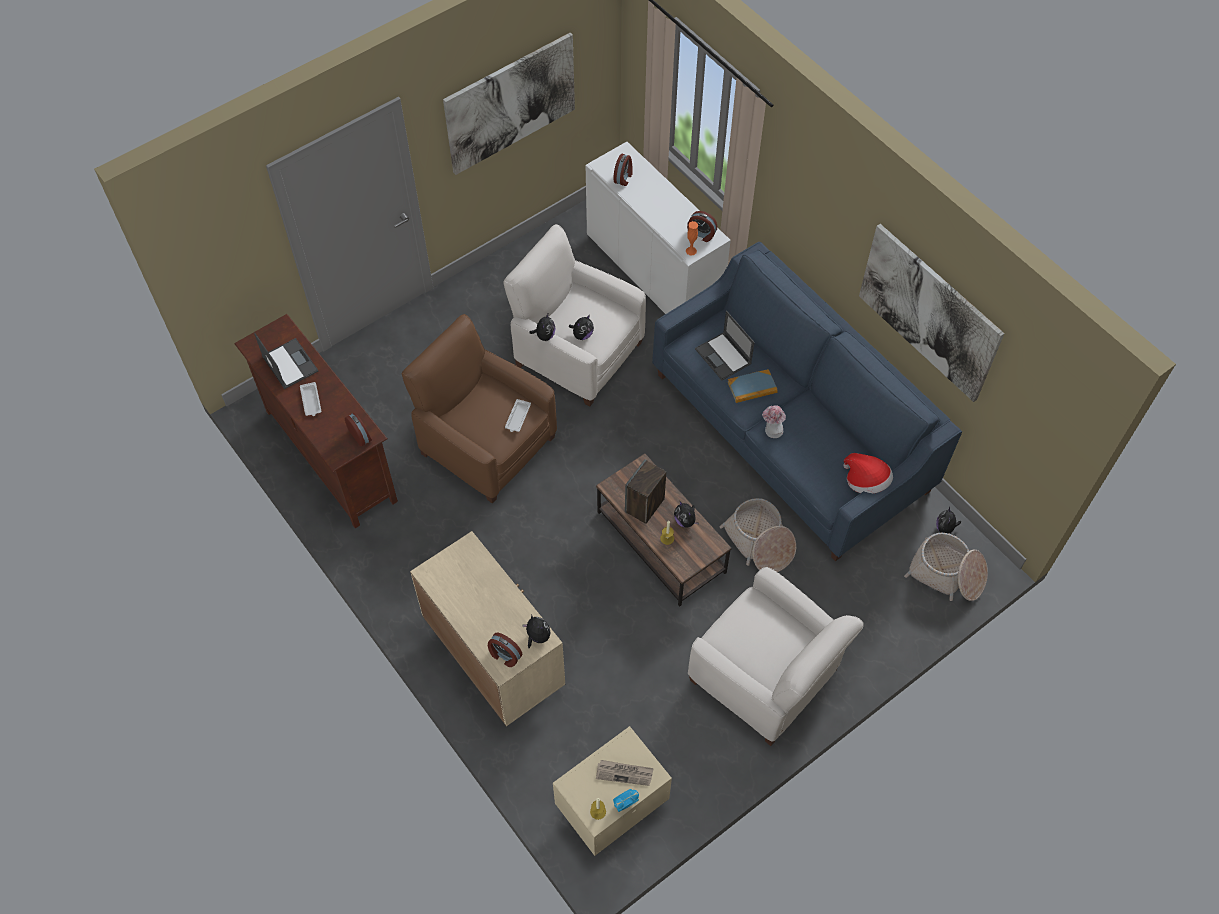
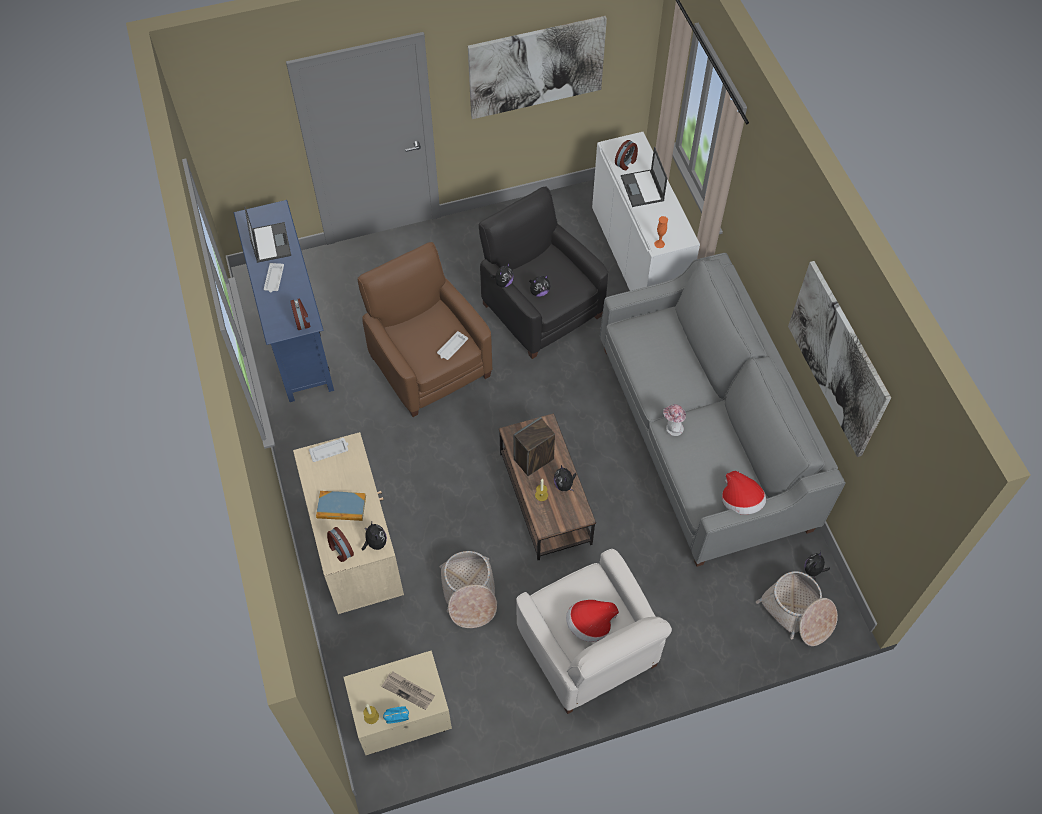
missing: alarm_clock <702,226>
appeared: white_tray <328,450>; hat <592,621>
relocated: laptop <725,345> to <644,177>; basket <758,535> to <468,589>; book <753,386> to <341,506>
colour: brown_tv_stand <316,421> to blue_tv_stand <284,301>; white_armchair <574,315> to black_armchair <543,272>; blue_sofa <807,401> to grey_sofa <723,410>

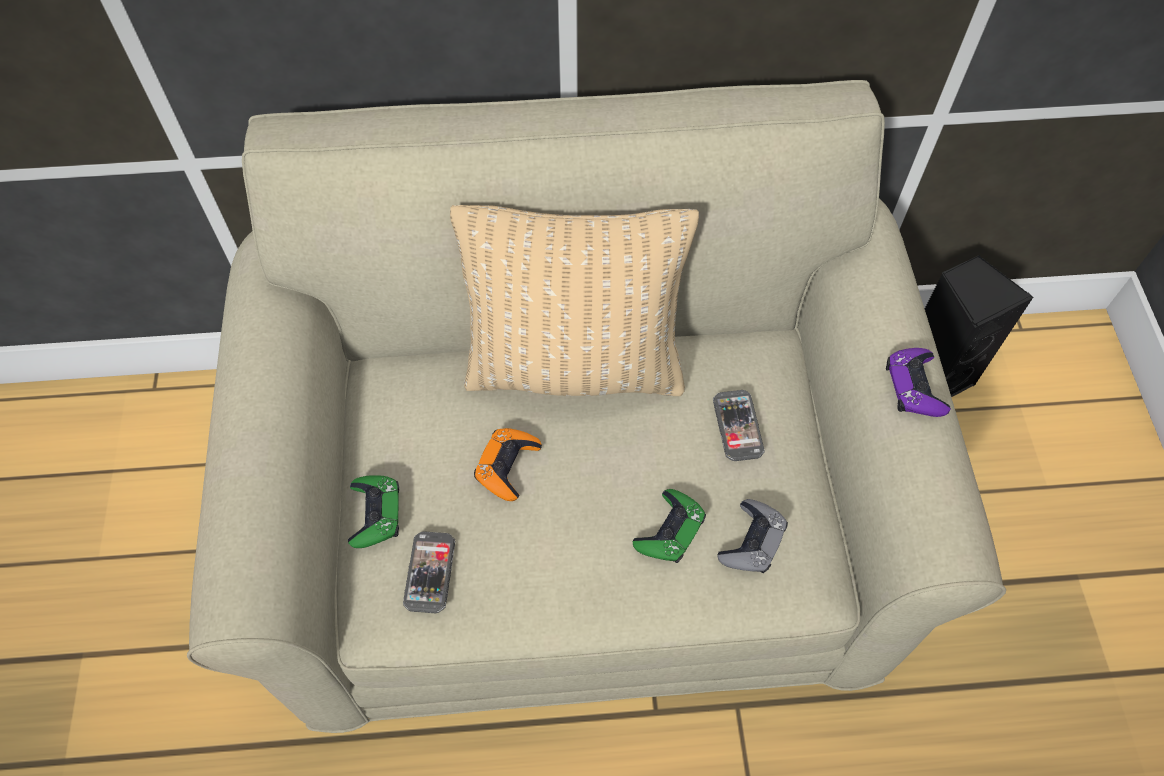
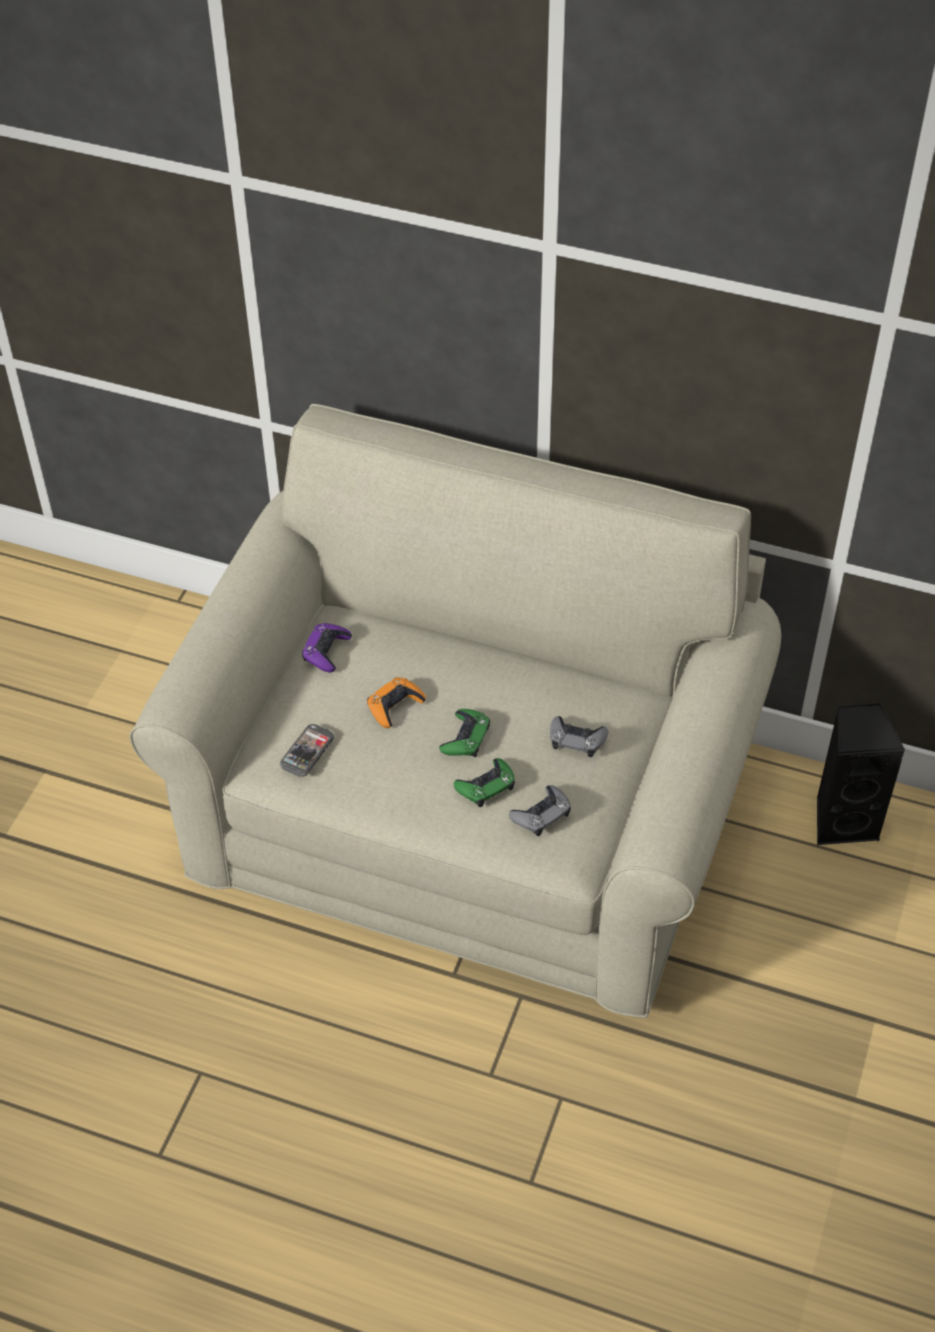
missing: beige_pillow <574,300>
relocated: green_game_controller <373,511> to <464,733>; purple_game_controller <918,382> to <327,647>
exchanged: phone <739,425> to grey_game_controller <579,736>

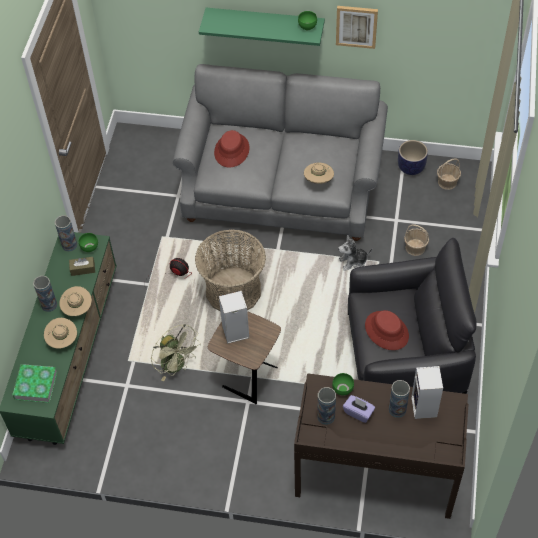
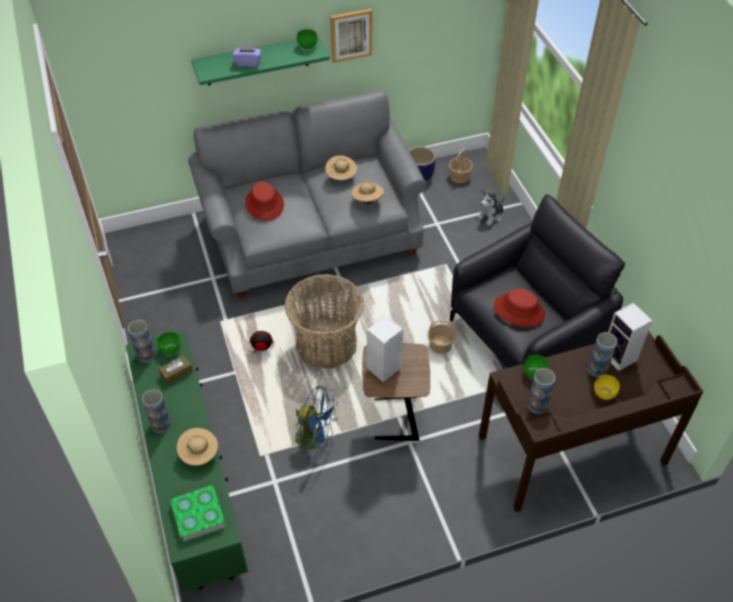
appeared: yellow_bowl <607,387>
relocated: beige_hat <75,301> to <341,167>; plush_toy <355,253> to <491,207>; purple_tissue_box <359,409> to <247,55>; basket <416,240> to <442,337>
colour: green_fan <176,352> to blue_fan <314,423>

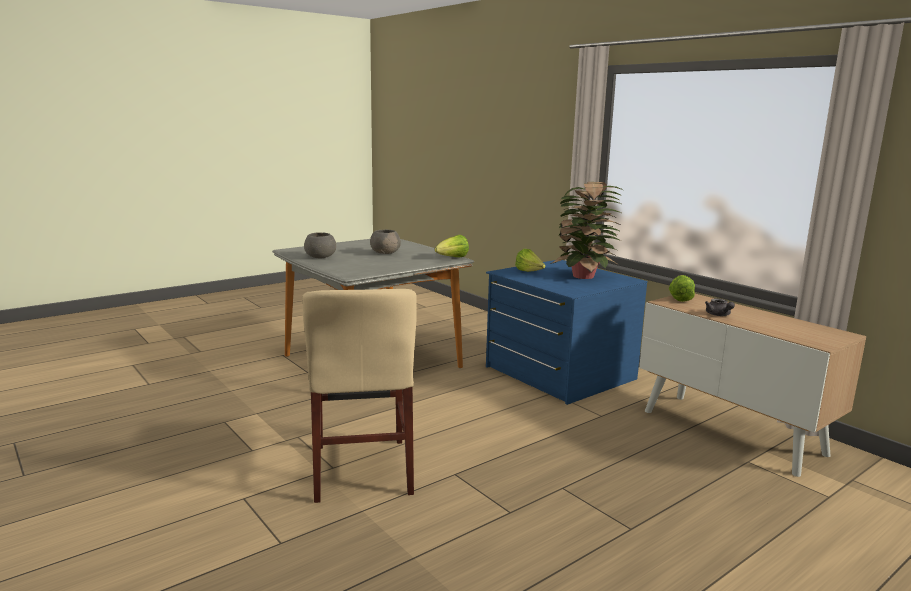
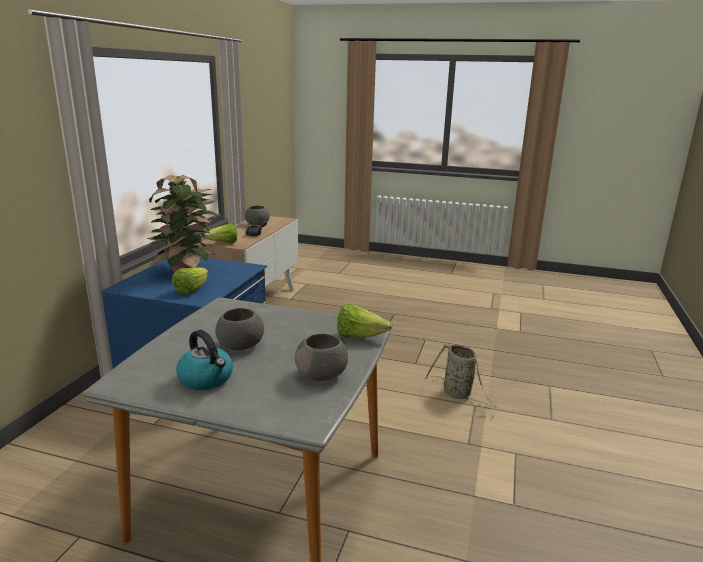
appeared: kettle <204,360>; grey_bowl <257,216>
relocated: lettuce <452,246> to <364,321>
exchanged: beige_chair <359,396> to basket <461,376>

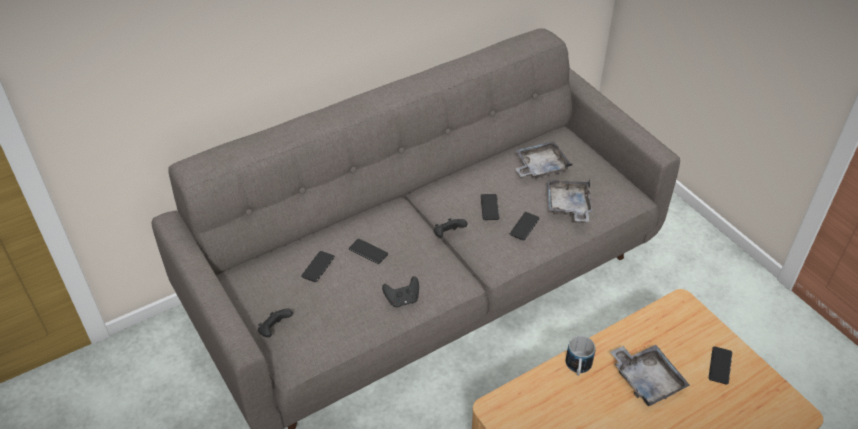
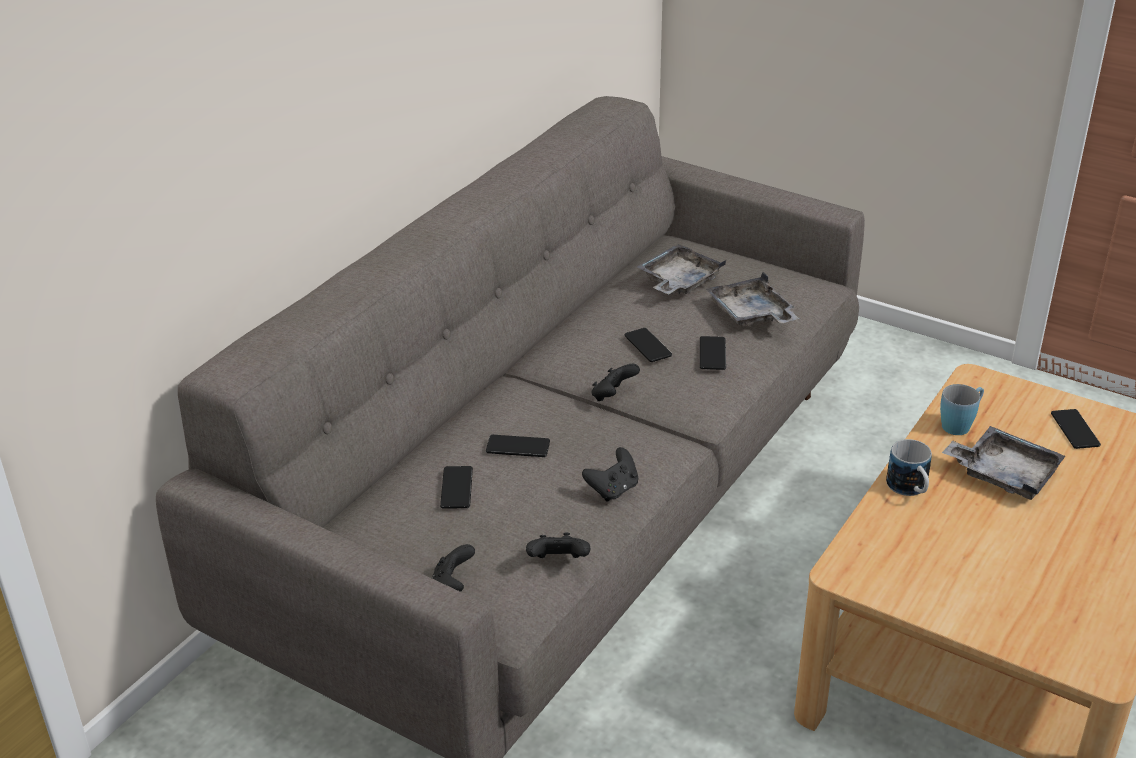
appeared: black_game_controller <558,545>; blue_mug <962,409>

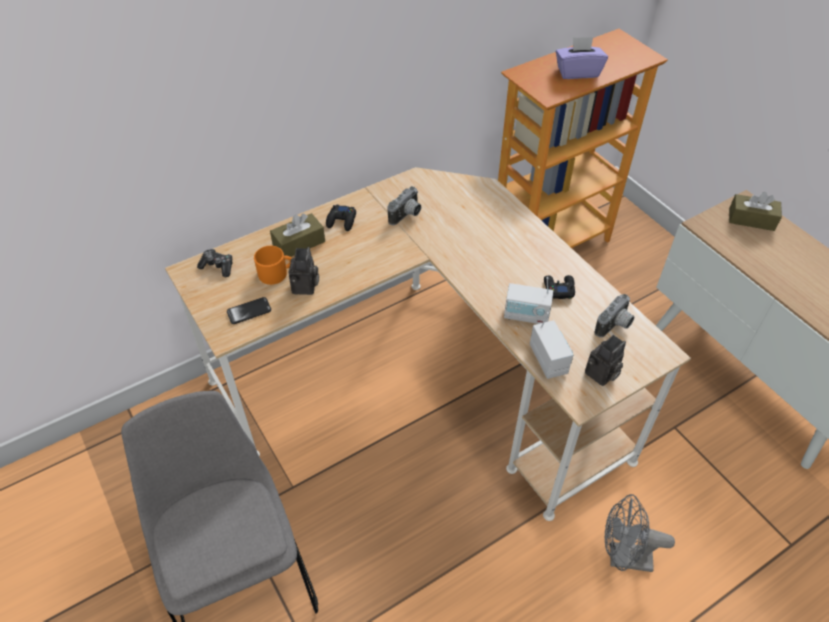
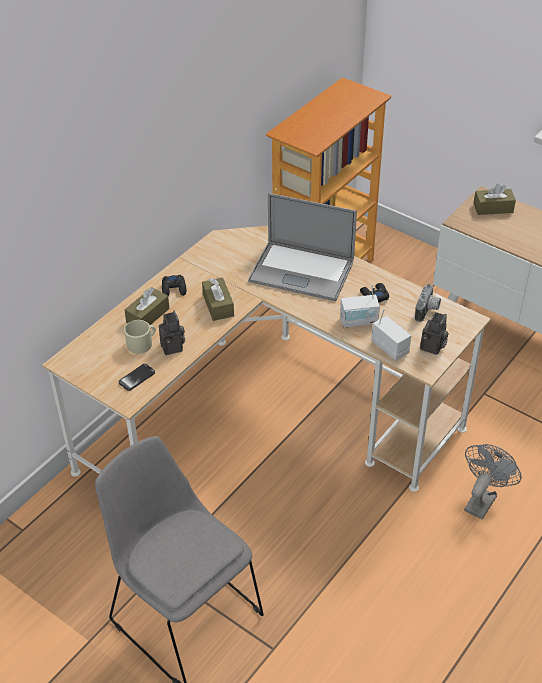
missing: game_controller <215,263>; photo_camera <404,205>; purple_tissue_box <582,58>
appeared: brown_tissue_box <218,299>; laptop <302,247>
colour: orange_mug <273,265> to beige_mug <140,337>
spun: grey_fan <640,533> = <493,481> 135 degrees clockwise

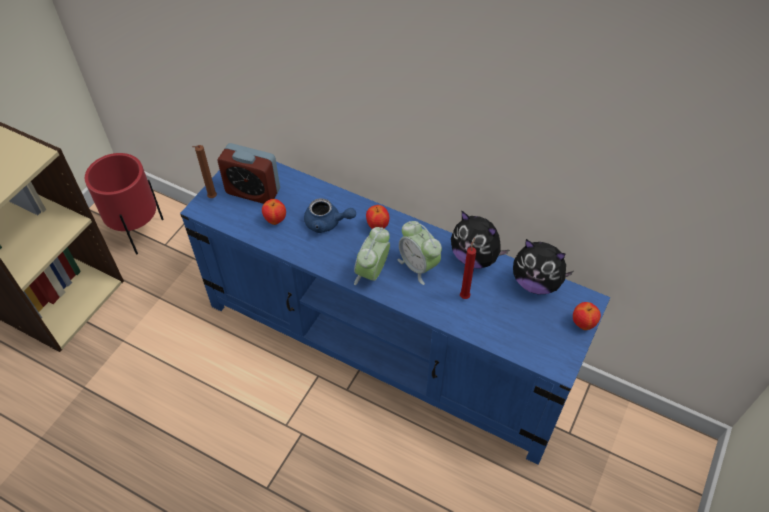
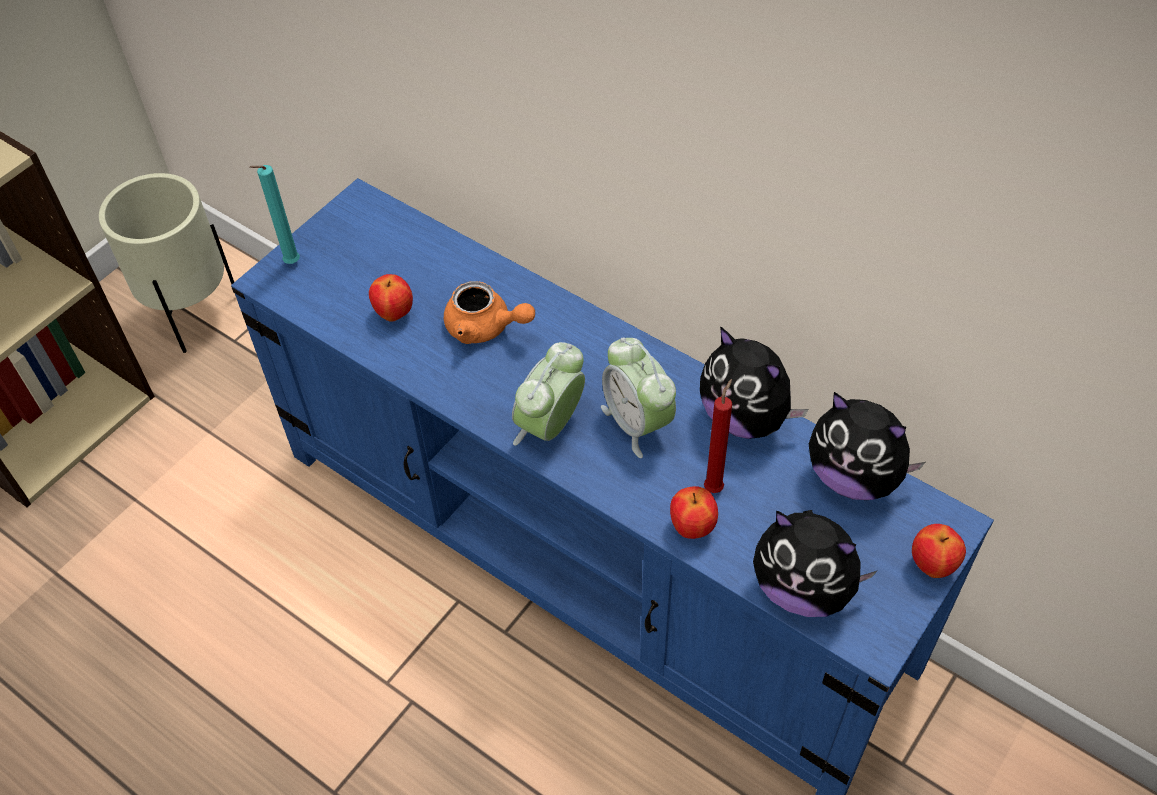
missing: alarm_clock <249,173>
appeared: plush_toy <815,563>
relocated: apple <377,217> to <694,512>
colour: red_planter <124,204> to beige_planter <166,263>; brown_candle <204,171> to turquoise_candle <274,214>; blue_teapot <330,215> to orange_teapot <489,312>

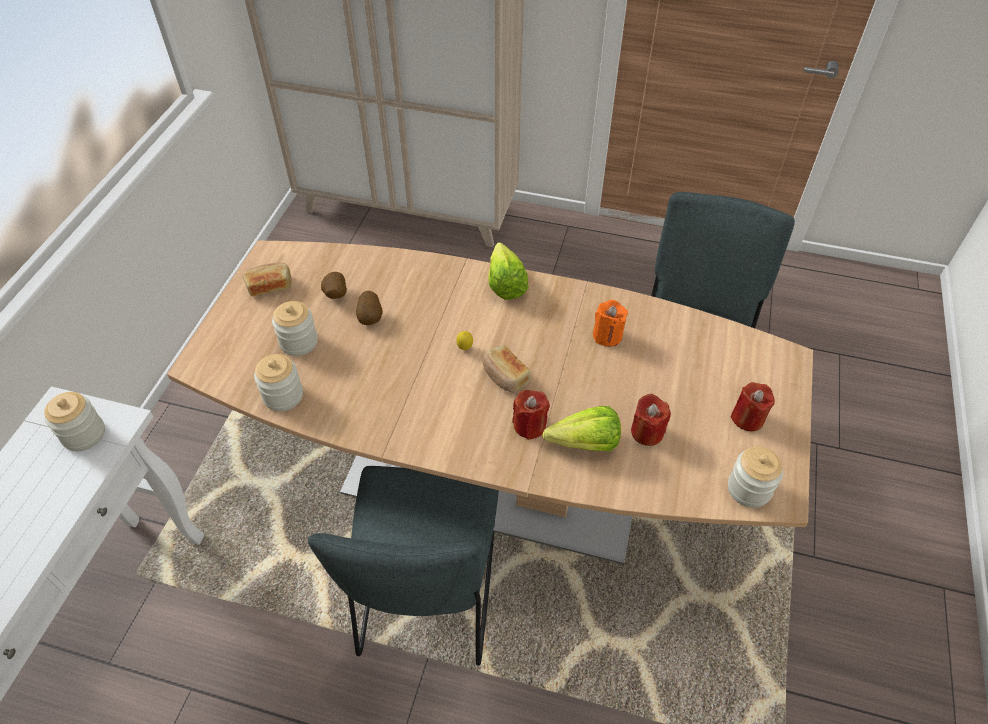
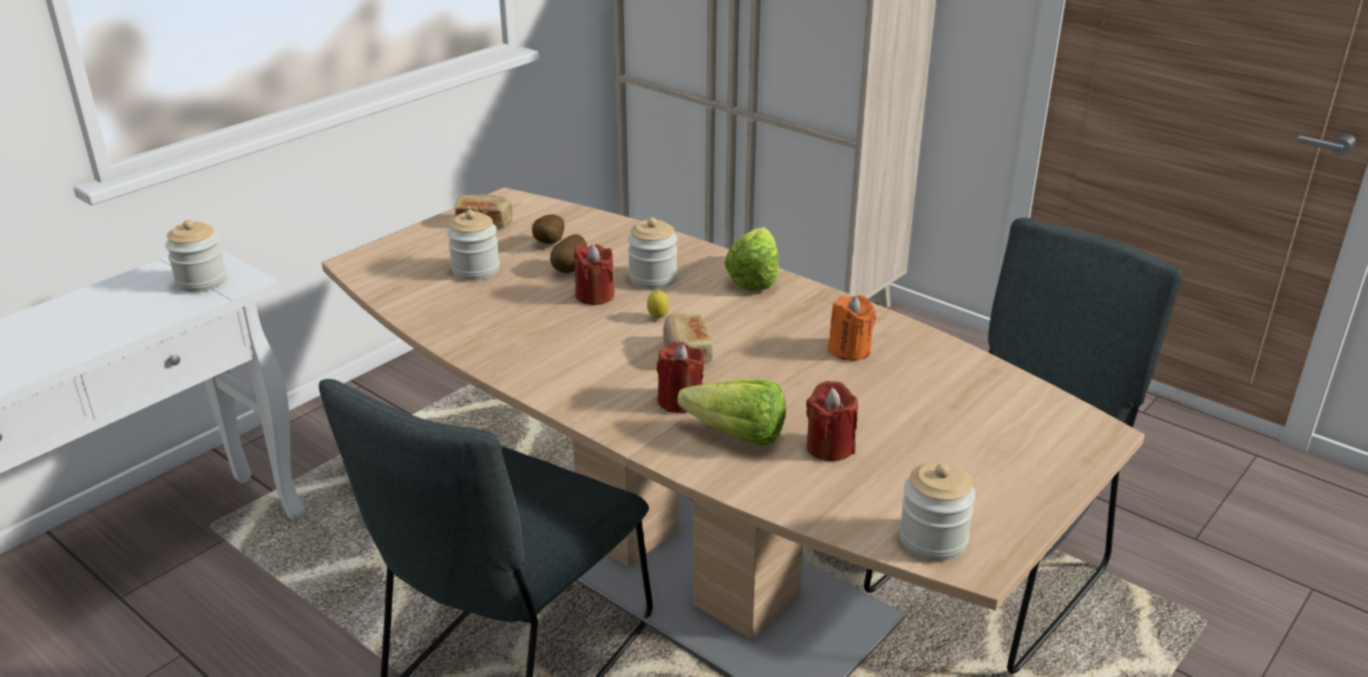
relocated: jar <278,382> to <652,253>; red_candle <753,406> to <594,274>

